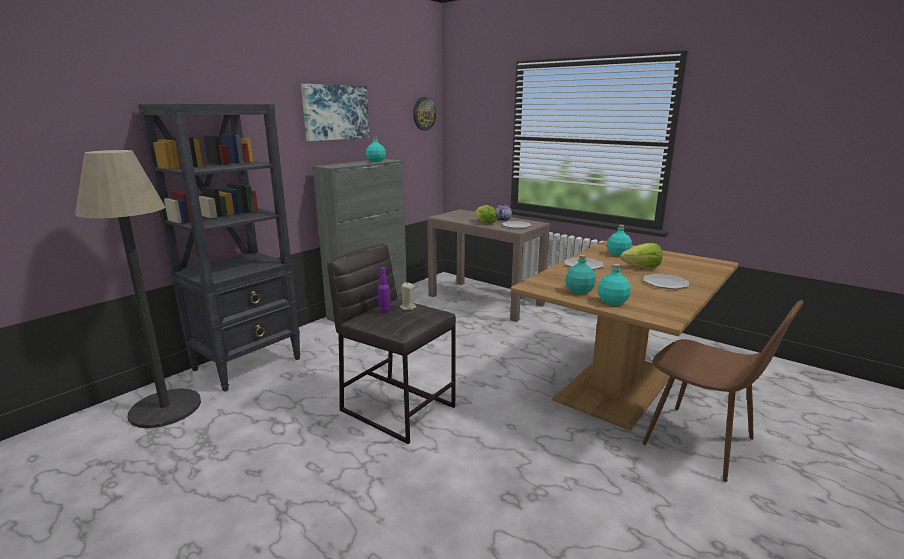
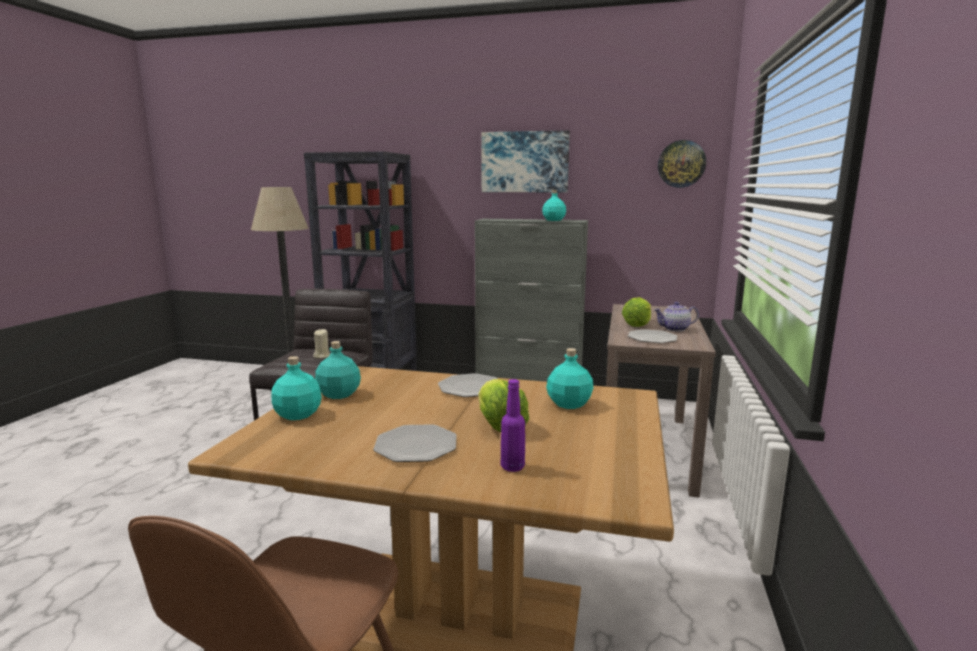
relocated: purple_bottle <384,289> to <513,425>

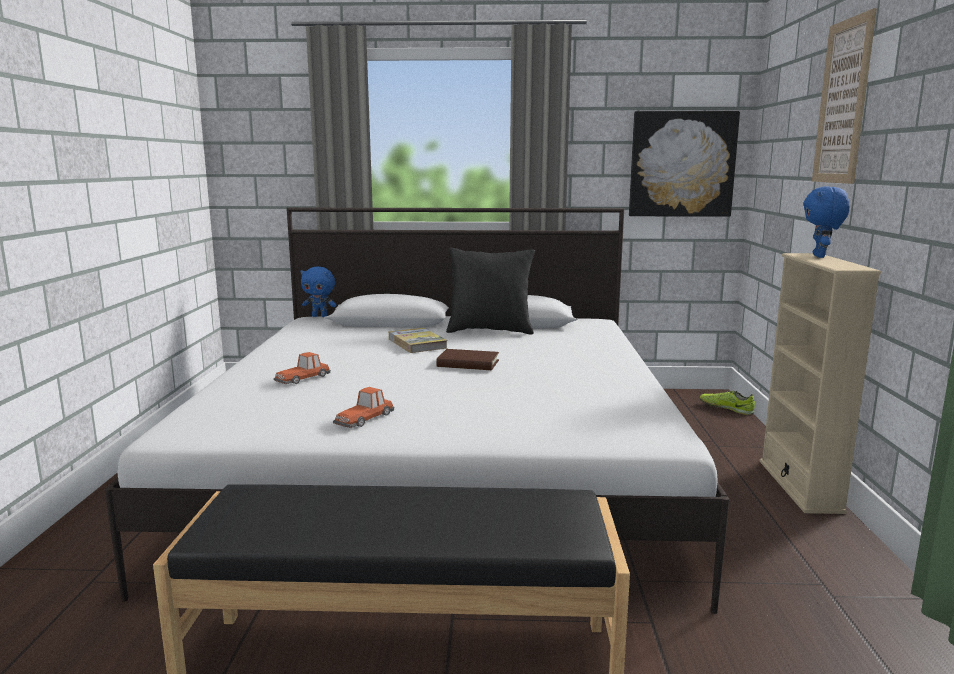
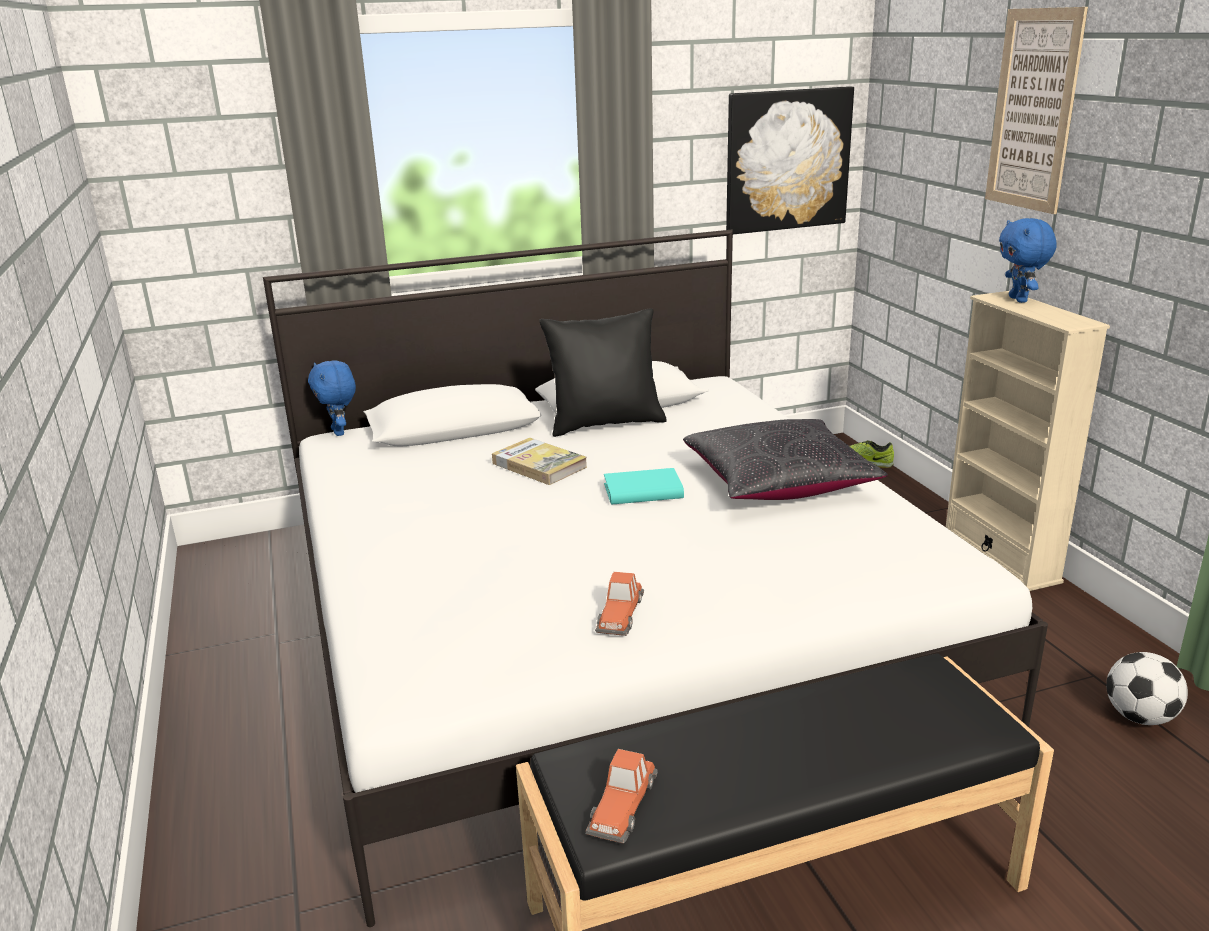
appeared: black_pillow <785,459>; football <1147,688>
relocated: toy_car <302,368> to <622,796>
colour: brown_book <467,359> to turquoise_book <644,486>
spun: blue_plush_toy <318,292> = <332,398> 75 degrees clockwise

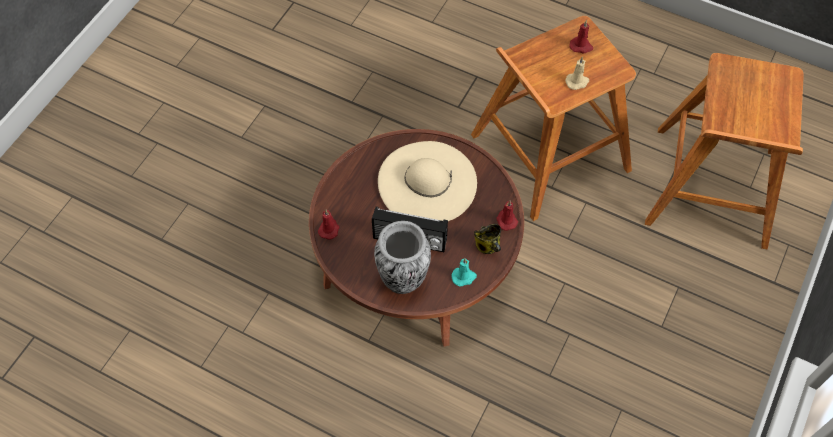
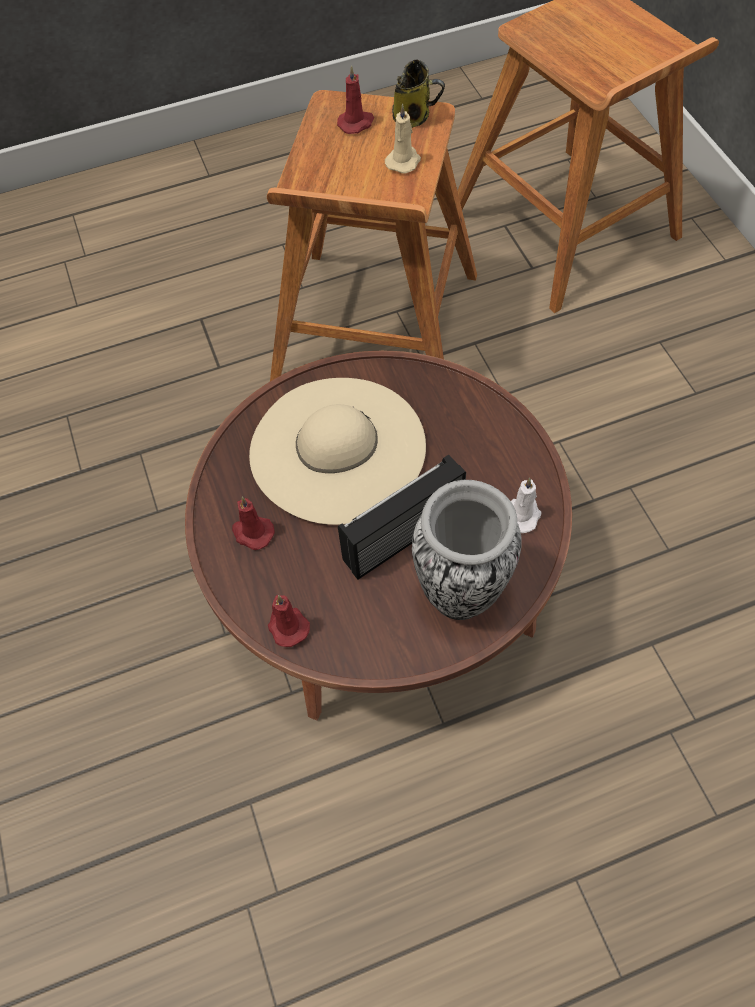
relocated: mug <487,239> to <418,93>; red_candle <507,216> to <253,523>
colour: turquoise_candle <464,272> to white_candle <526,505>

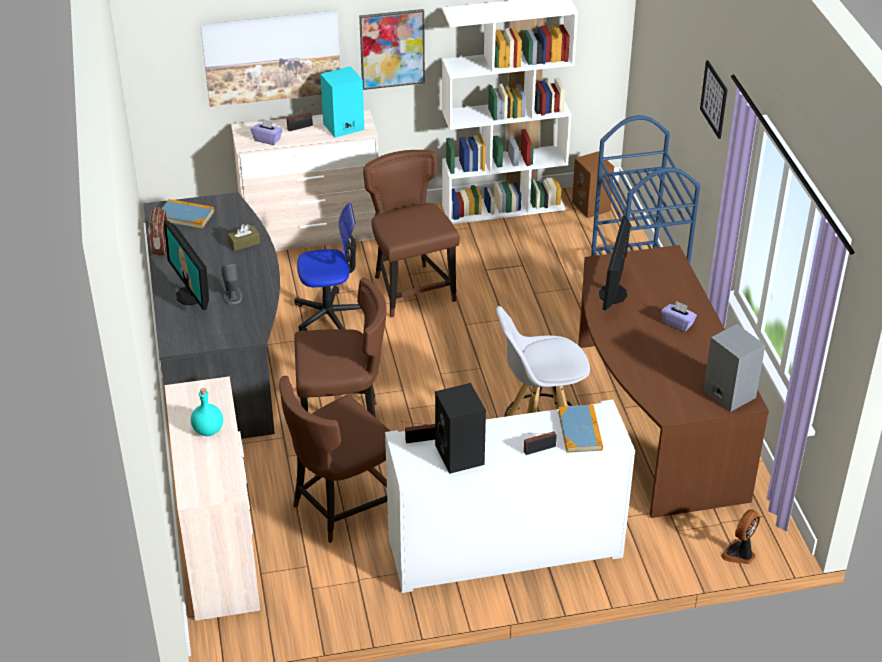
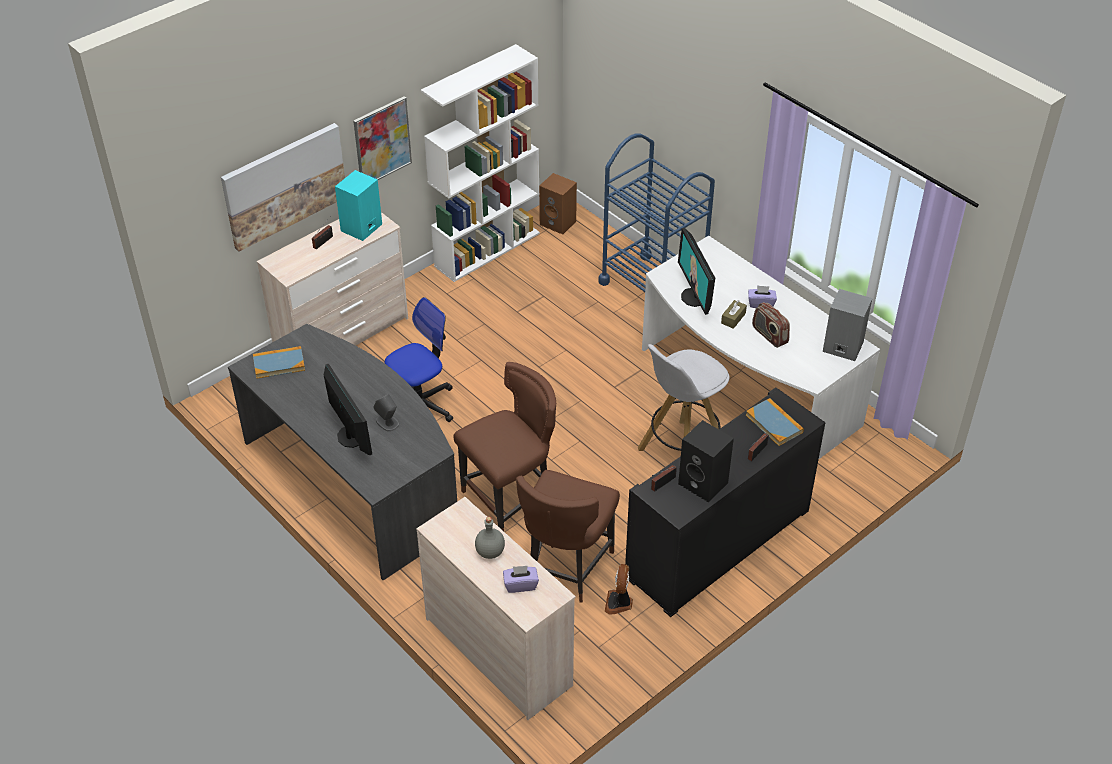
missing: brown_chair <411,233>; picture <714,99>
relocated: radio <157,231> to <771,325>; brown_tissue_box <244,237> to <734,314>; purple_tissue_box <267,132> to <521,579>; fan <740,536> to <619,589>
colour: turquoise_bottle <207,412> to grey_bottle <490,538>; white_cabinet <510,496> to black_cabinet <725,502>; brown_desk <673,381> to white_desk <761,348>
spun: monitor <186,265> = <348,410> 150 degrees counterclockwise

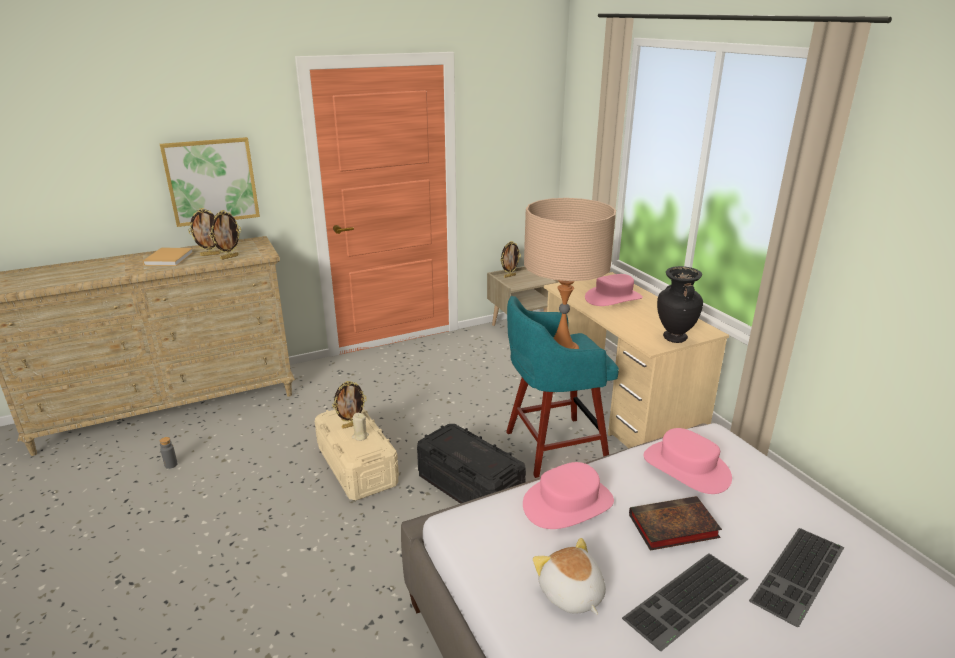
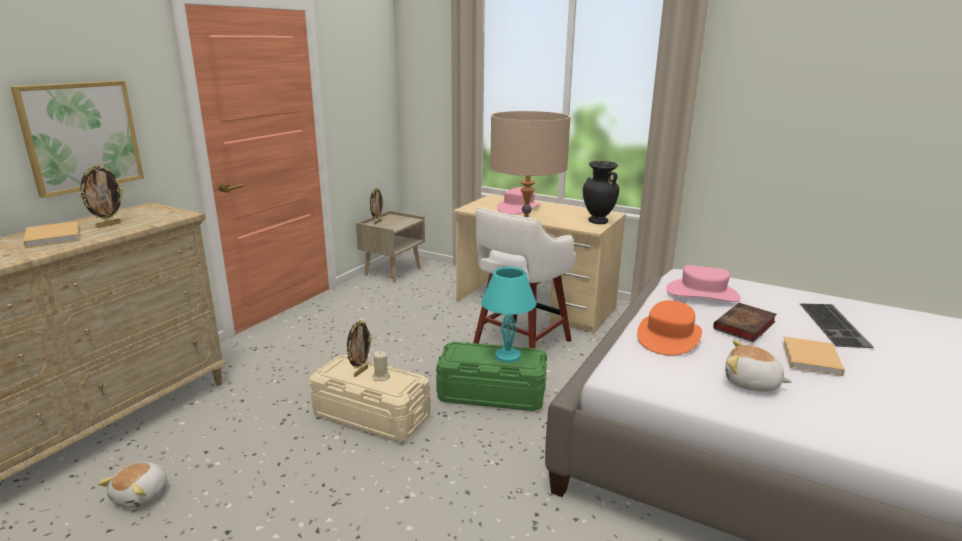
missing: picture_frame <225,235>
appeared: turquoise_table_lamp <508,315>
exchanged: grey_bottle <168,453> to plush_toy <132,485>; keyboard <685,602> to beige_book <813,356>
colour: black_storage_box <471,464> to green_storage_box <491,376>; turquoise_stool <562,387> to white_stool <524,277>; pink_hat <568,495> to orange_hat <669,328>

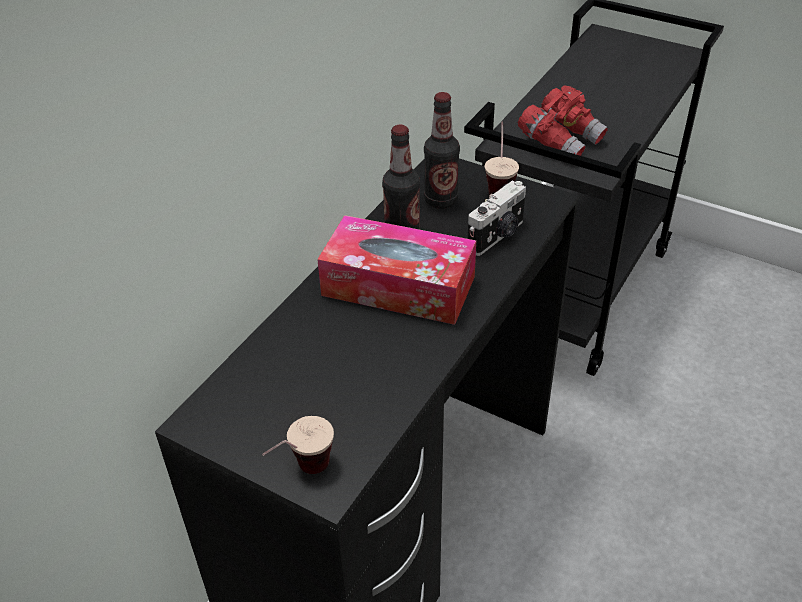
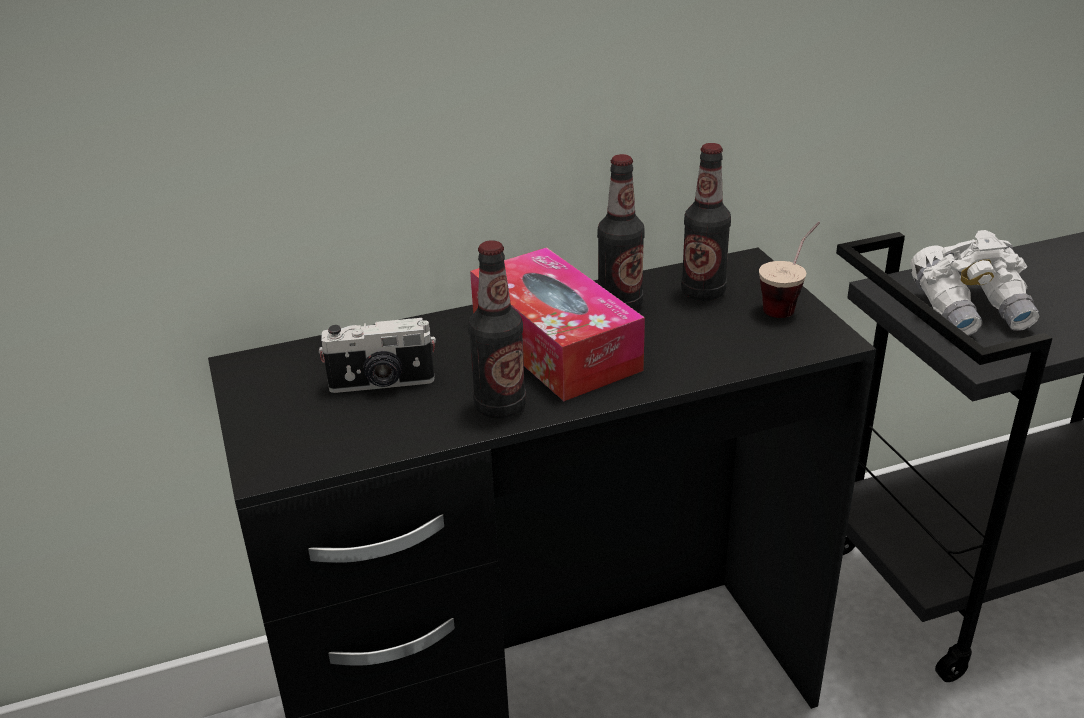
missing: cup <298,445>
appeared: bottle <497,329>
relocated: photo_camera <497,218> to <377,355>
colour: red_binoculars <563,120> to white_binoculars <975,283>

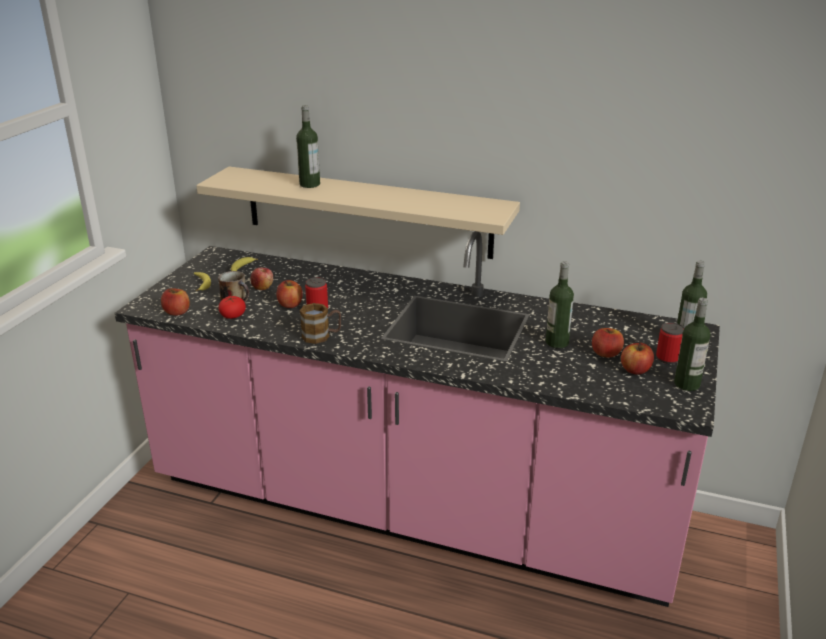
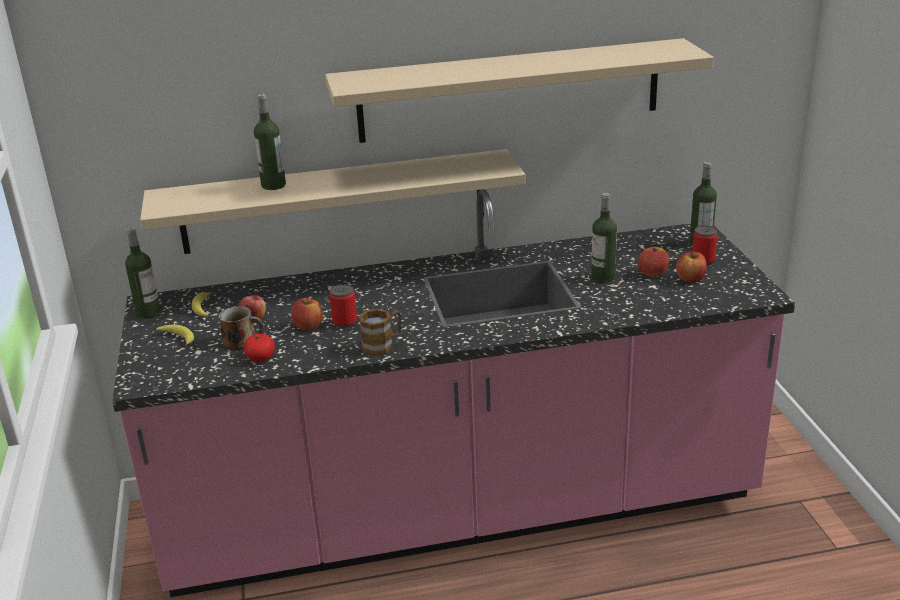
missing: apple <175,302>
appeared: beige_shelf <519,90>
relocated: bottle <692,344> to <143,273>

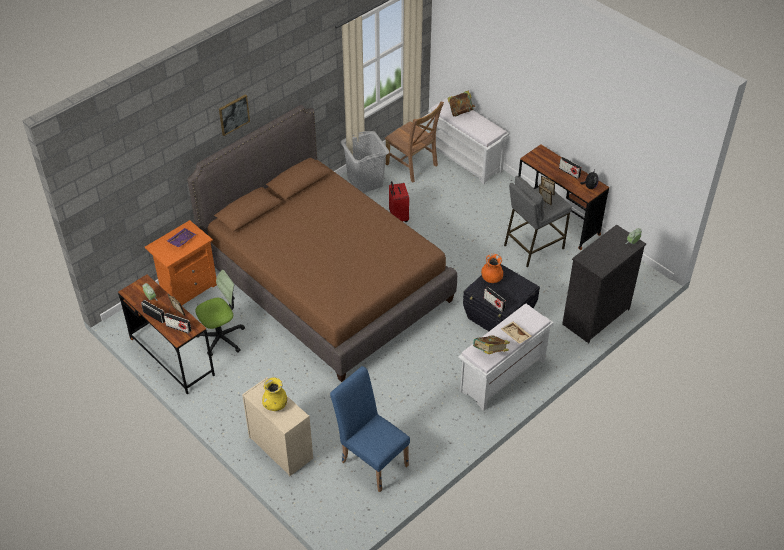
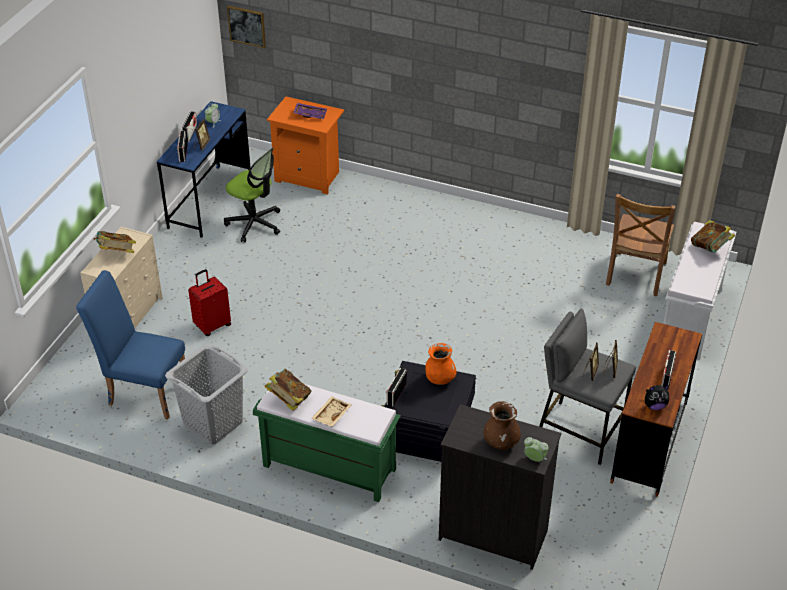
missing: brown_bed <322,243>
appeared: brown_vase <502,425>
relocated: picture <234,115> to <246,27>; grey_laundry_basket <364,162> to <206,394>; red_suitcase <399,201> to <209,302>
exchanged: yellow_vase <274,394> to book <115,242>
colour: brown_desk <166,334> to blue_desk <204,169>; white_bench <506,357> to green_bench <327,443>
spun: blue_chair <370,429> = <130,345> 90 degrees counterclockwise

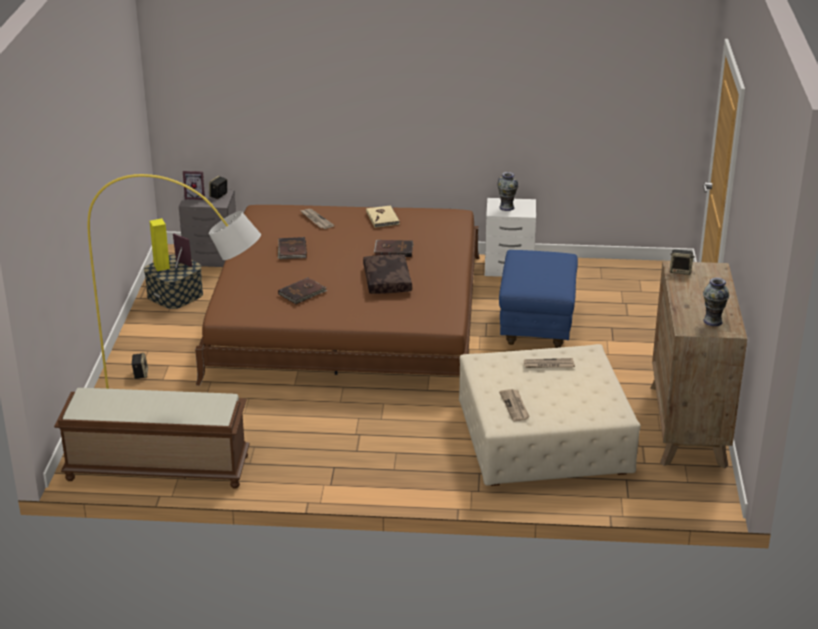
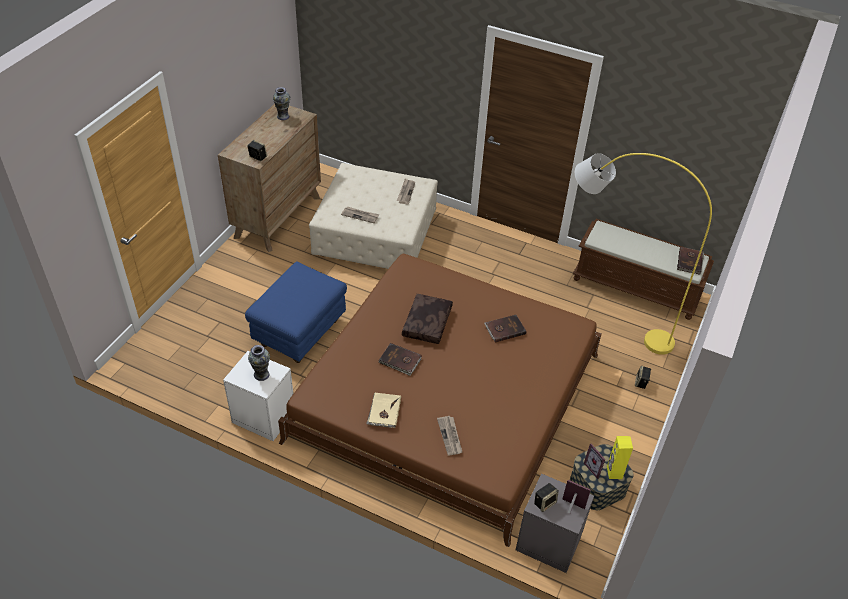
relocated: brown_book <292,248> to <690,261>

